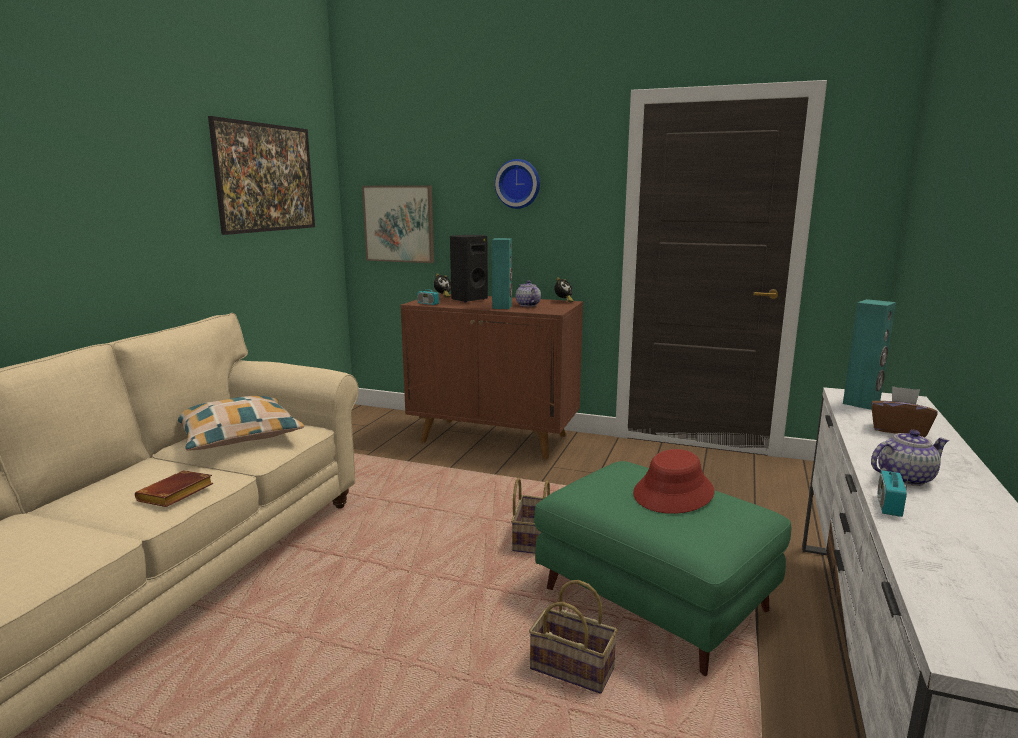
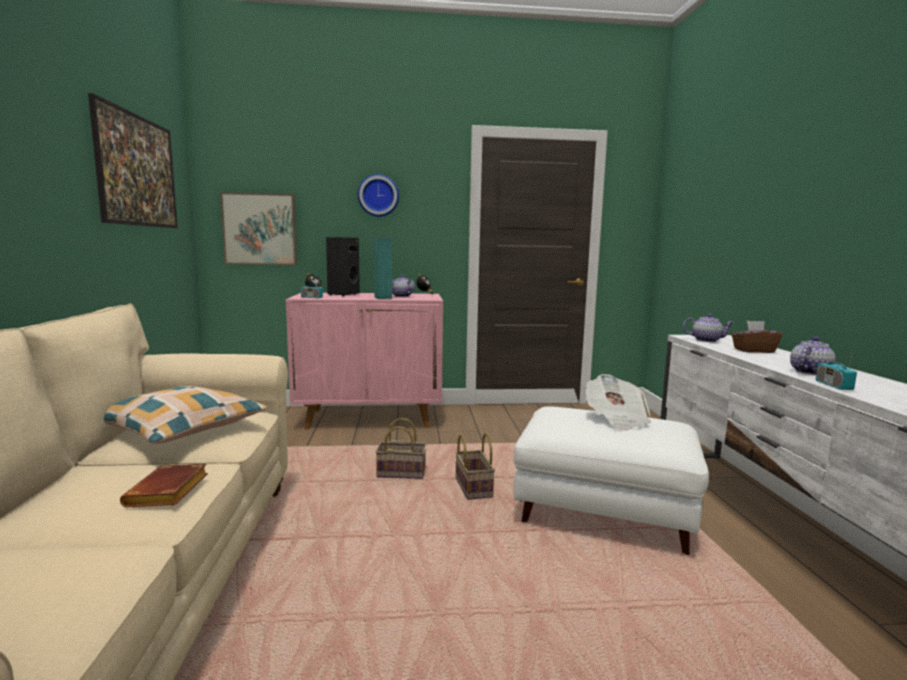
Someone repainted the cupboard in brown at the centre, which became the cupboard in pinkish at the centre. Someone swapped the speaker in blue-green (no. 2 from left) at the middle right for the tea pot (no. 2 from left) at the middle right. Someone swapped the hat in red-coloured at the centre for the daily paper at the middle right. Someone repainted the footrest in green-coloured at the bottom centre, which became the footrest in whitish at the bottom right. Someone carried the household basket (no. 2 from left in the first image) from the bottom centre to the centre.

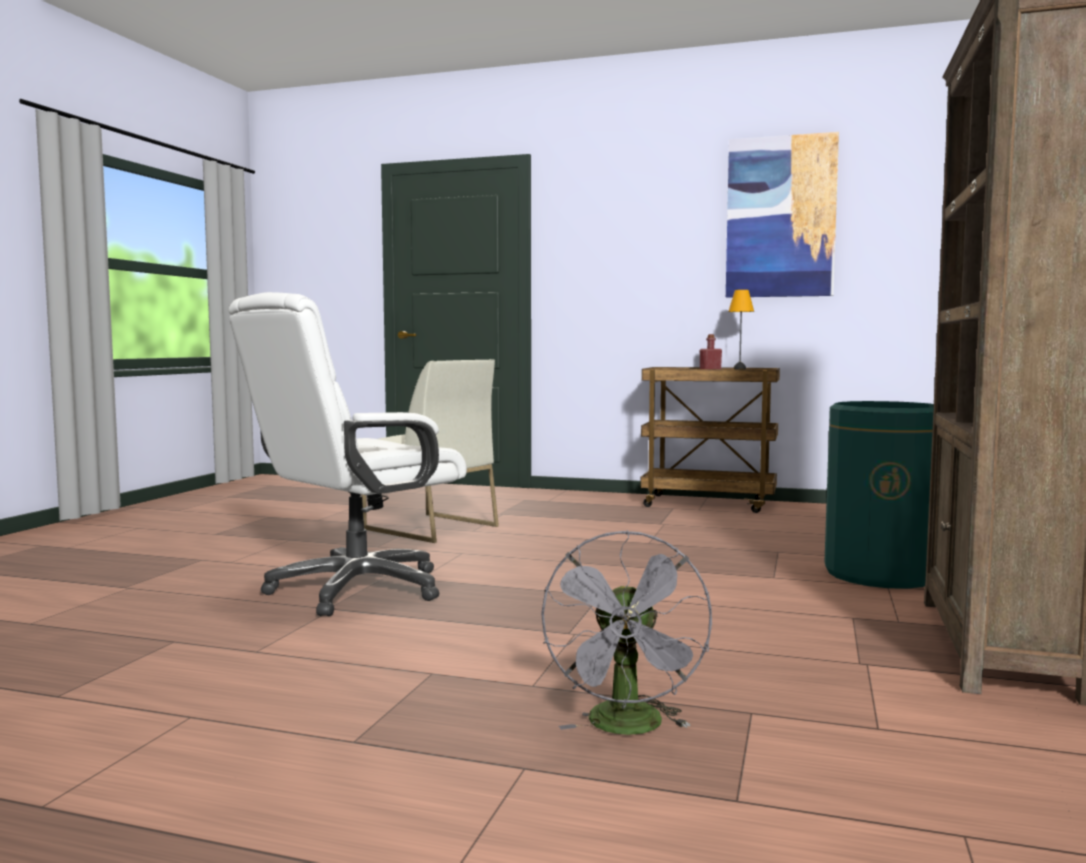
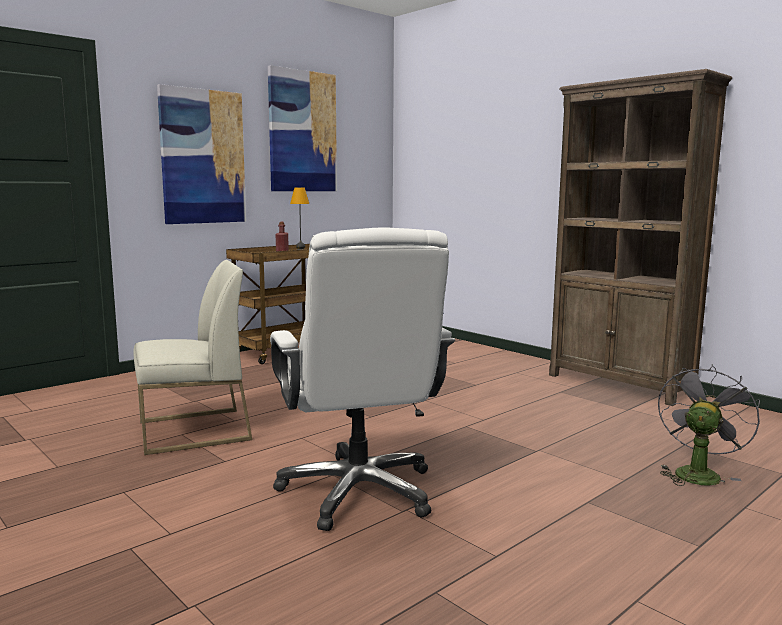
Someone took away the trash can in green-coloured at the middle right. Someone rotated the cooling fan in gray at the bottom centre by 90 degrees counterclockwise. Someone put up the picture (no. 1 from left) at the top left.

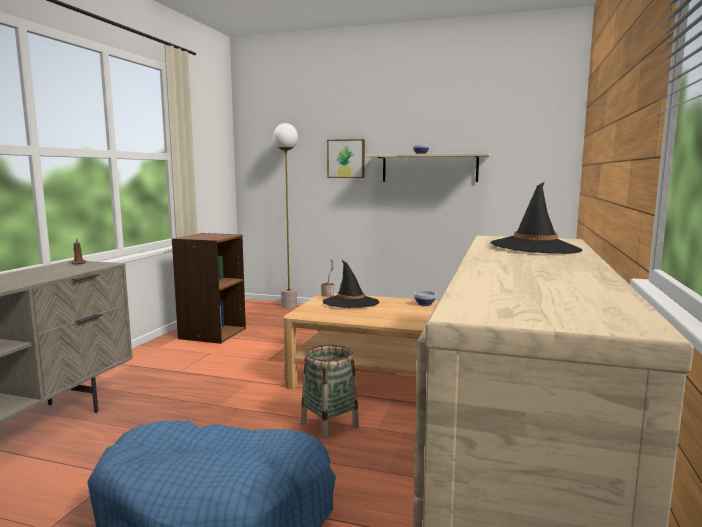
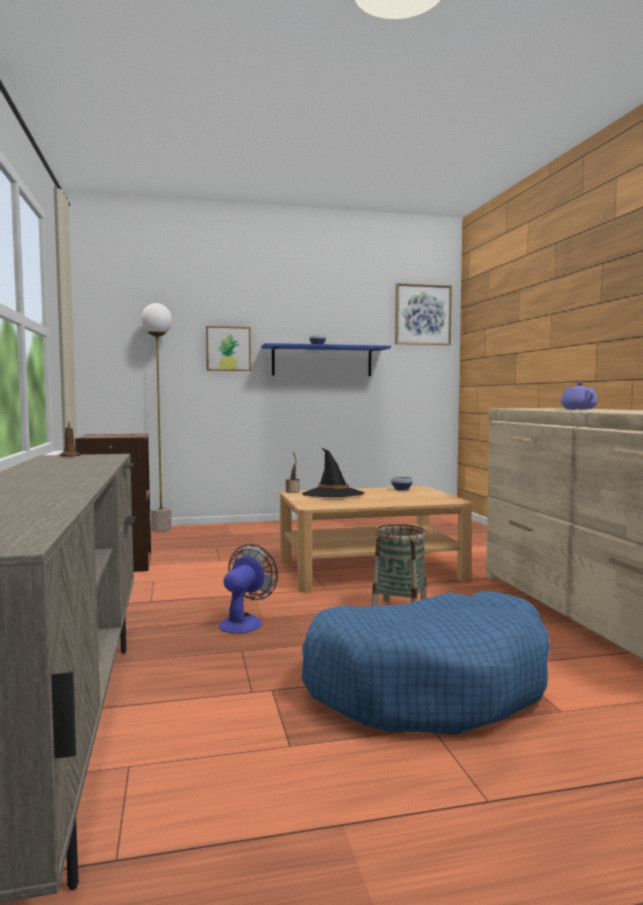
Someone repainted the wall shelf in beige-coloured at the top centre, which became the wall shelf in blue-coloured at the centre. Someone swapped the hat in blackish (no. 2 from left) at the middle right for the tea pot in purplish at the middle right. Someone put up the picture (no. 2 from left) at the centre. Someone put down the cooling fan at the centre.

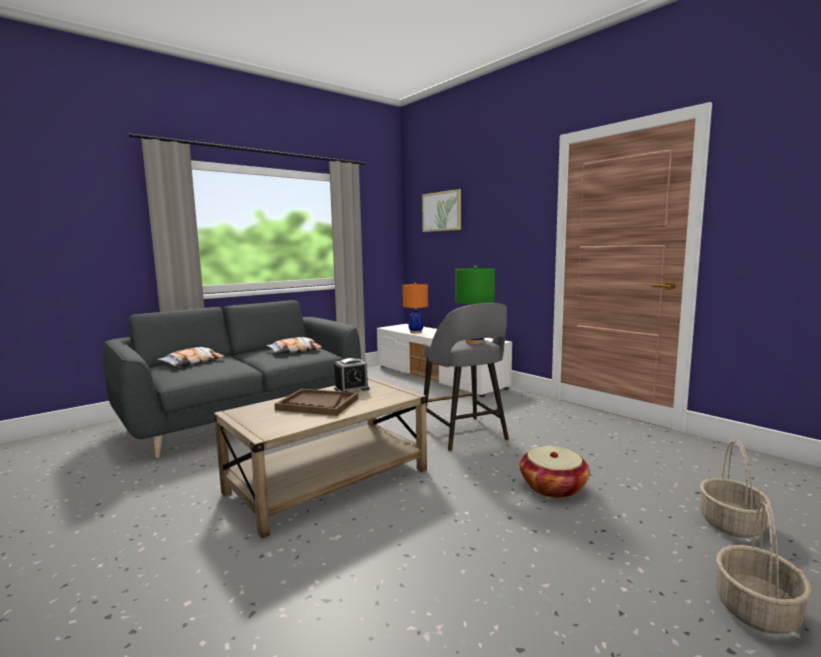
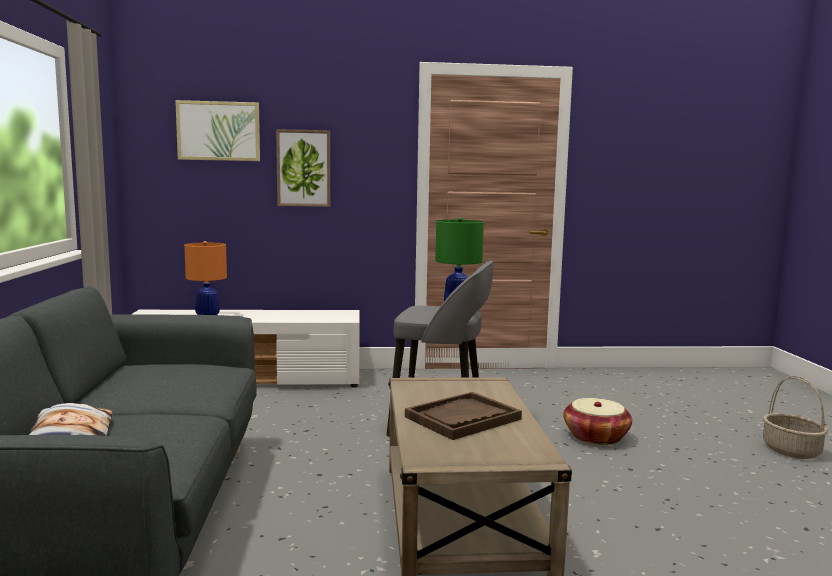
Someone took away the throw pillow (no. 2 from left) at the centre. Someone took away the table clock at the centre. Someone took away the household basket (no. 2 from left) at the bottom right. Someone put up the picture (no. 2 from left) at the top centre.

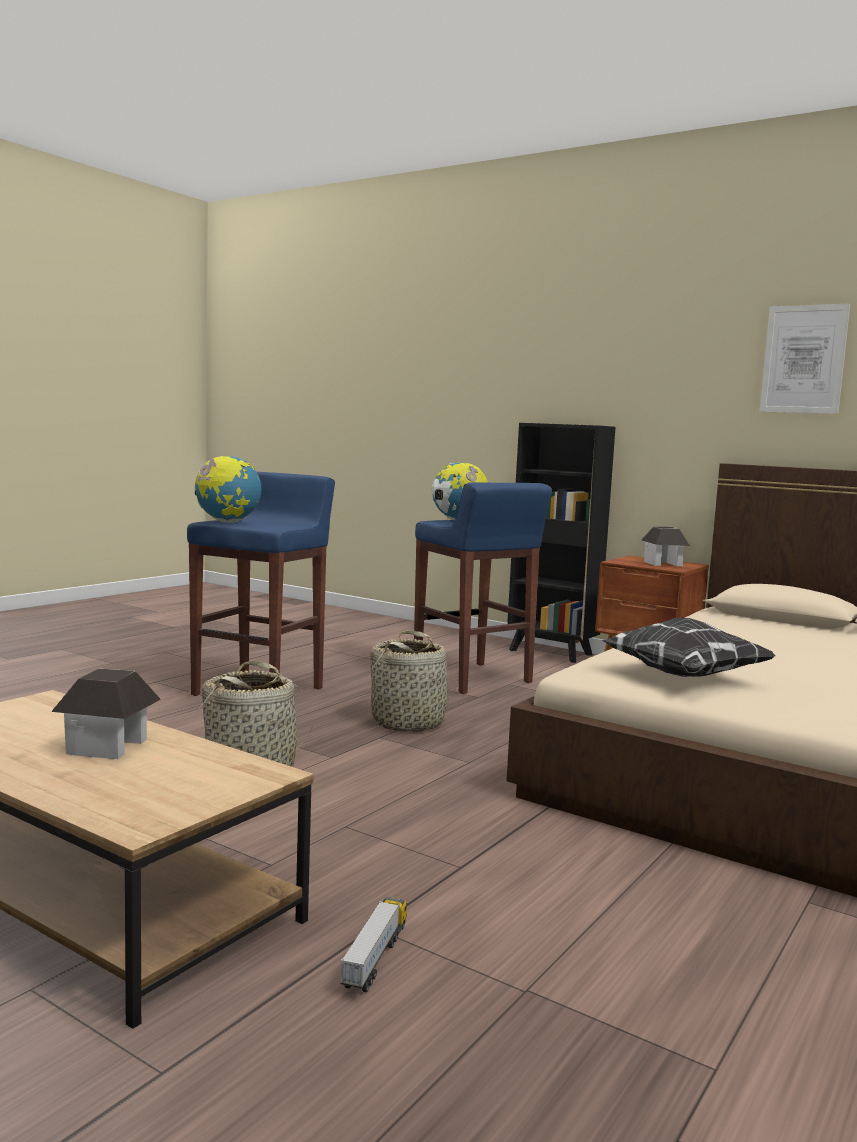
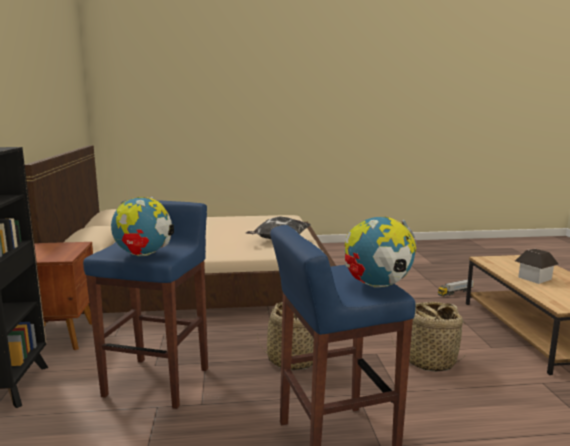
Someone took away the picture at the top right. Someone took away the model house (no. 2 from left) at the middle right.

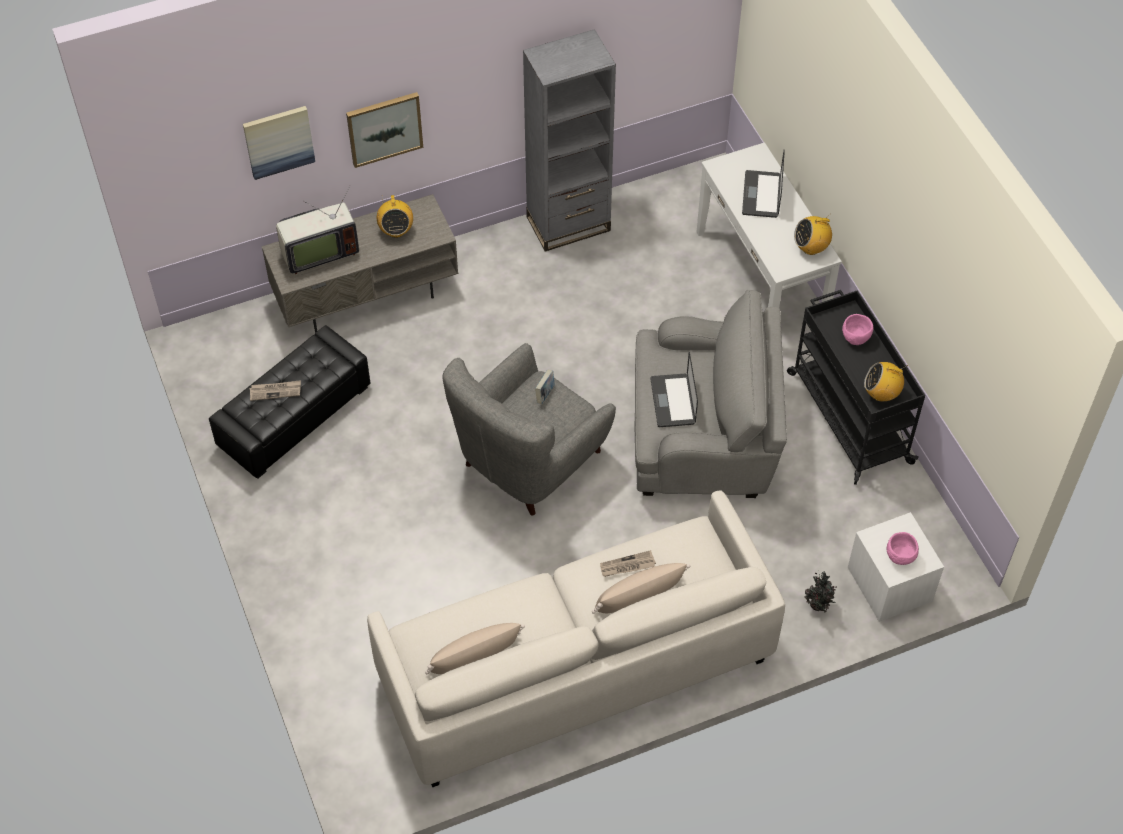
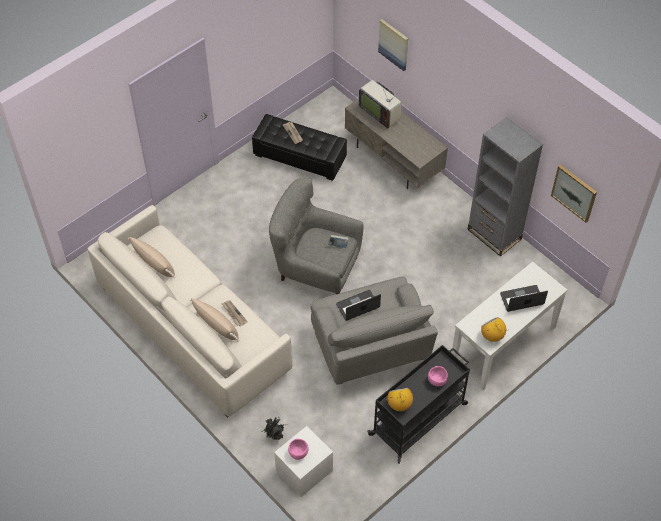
Someone carried the picture (no. 2 from left) from the top centre to the middle right. Someone took away the radio set (no. 1 from left) at the top centre.

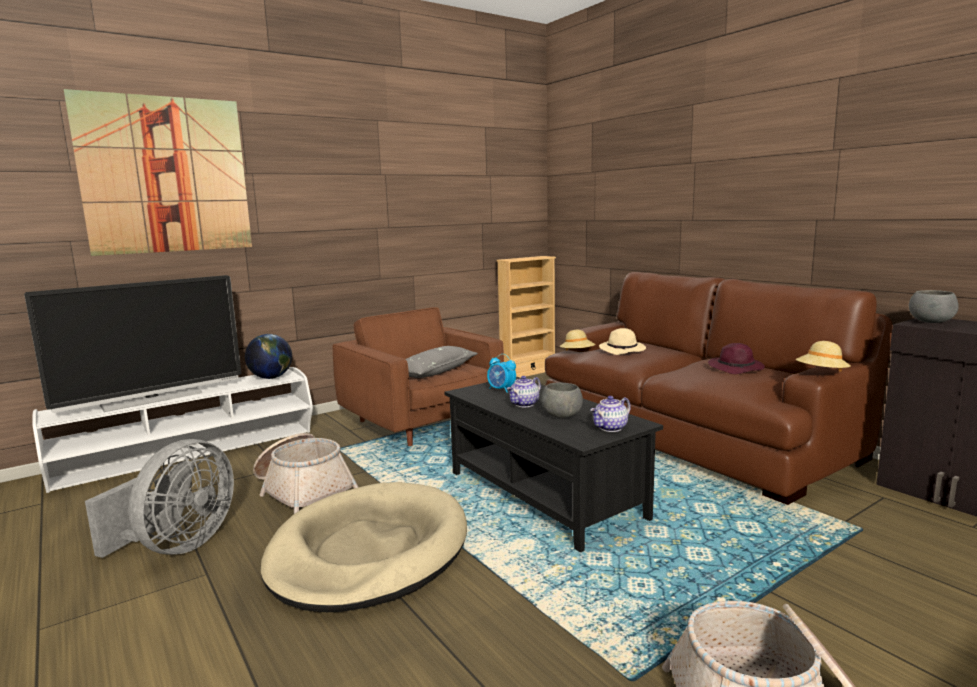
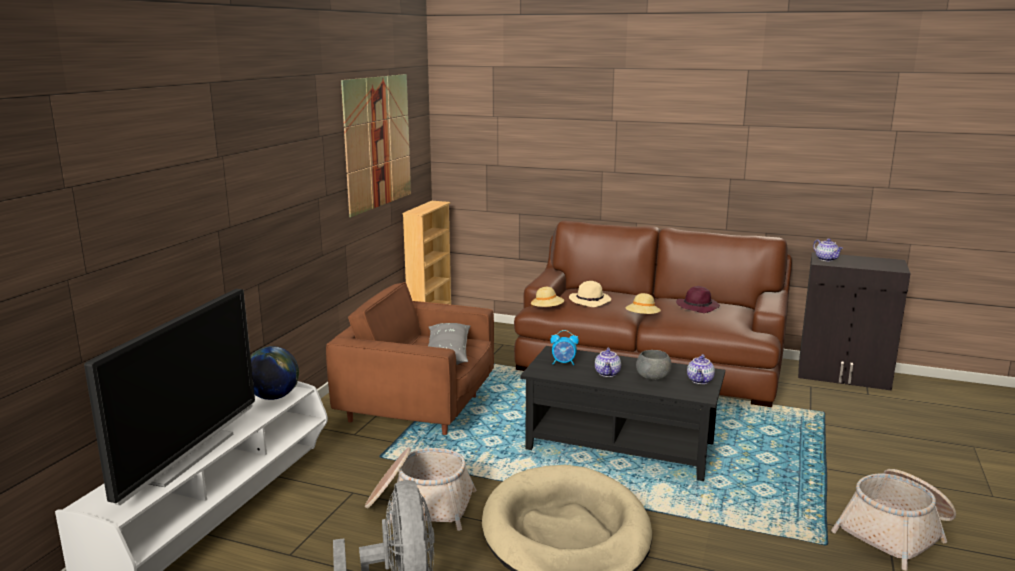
Someone carried the picture from the top left to the top centre. Someone swapped the deep dish in gray (no. 2 from left) at the middle right for the tea pot (no. 3 from left) at the middle right. Someone carried the hat in beige-coloured (no. 3 from left) from the middle right to the centre.

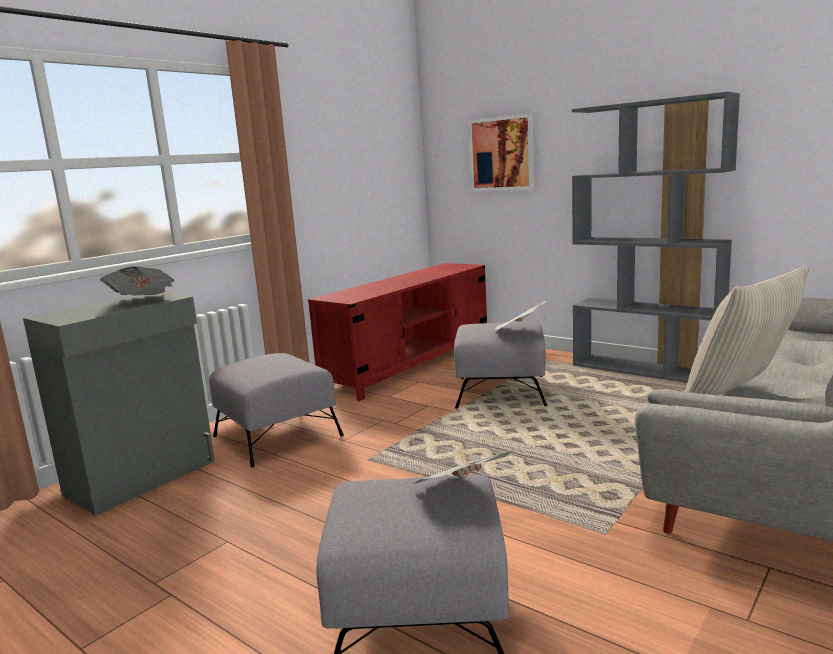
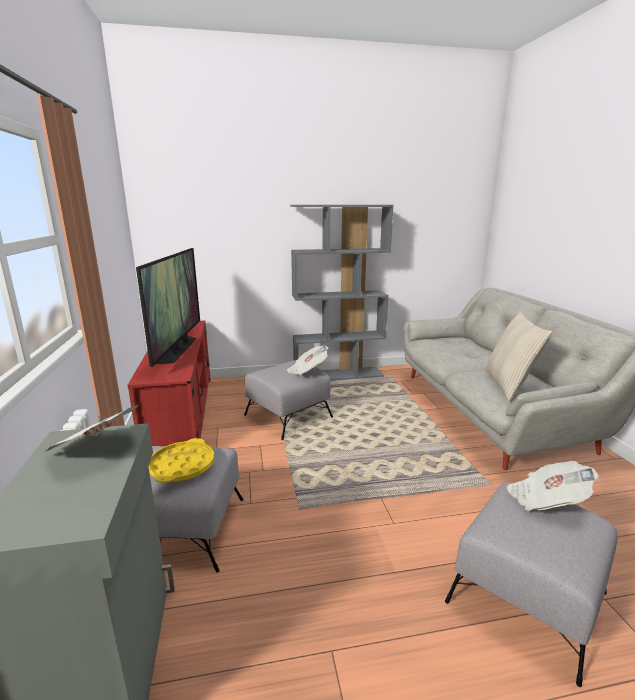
Someone took away the picture at the top centre. Someone put down the TV set at the middle left. Someone put down the tray in yellowish at the middle left.

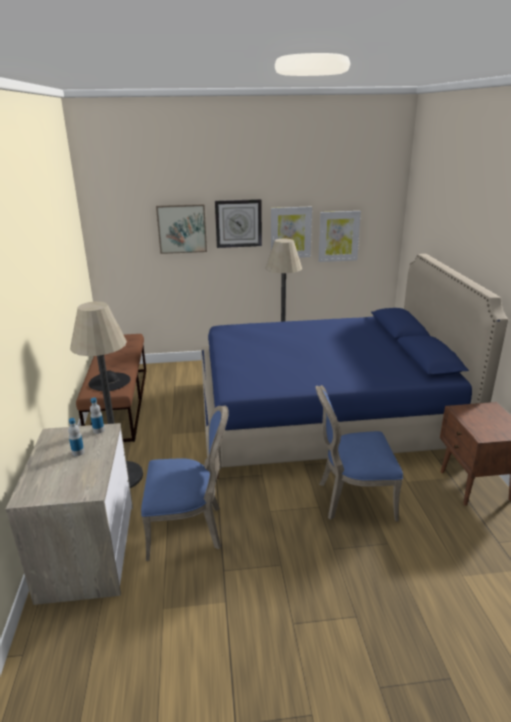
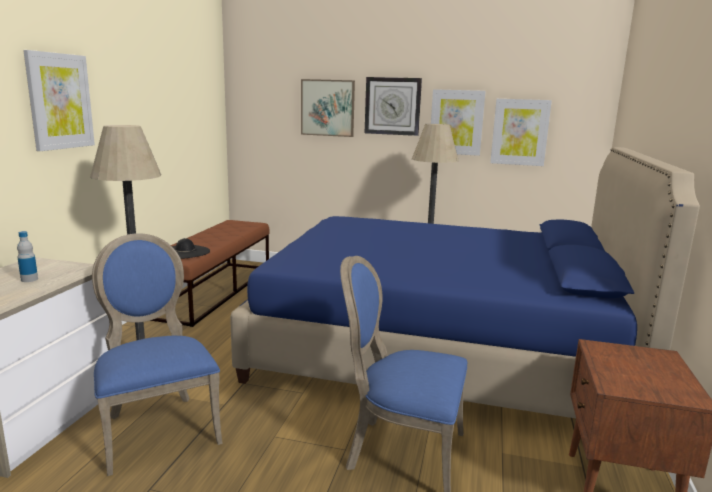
Someone took away the beverage bottle (no. 2 from left) at the middle left. Someone rotated the plain chair in blue-coloured (no. 1 from left) at the bottom centre by 135 degrees counterclockwise. Someone put up the picture (no. 1 from left) at the top left.

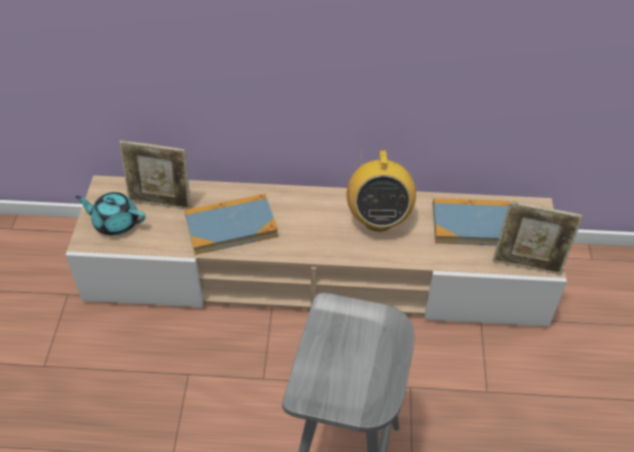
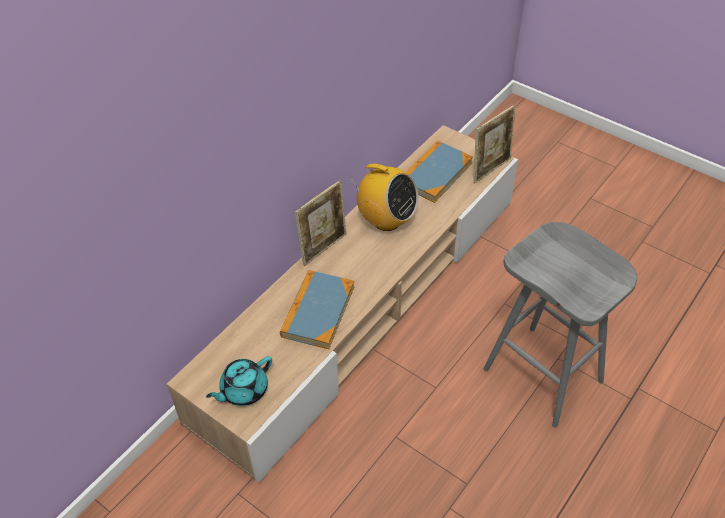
Someone carried the photo frame (no. 1 from left) from the middle left to the centre.

